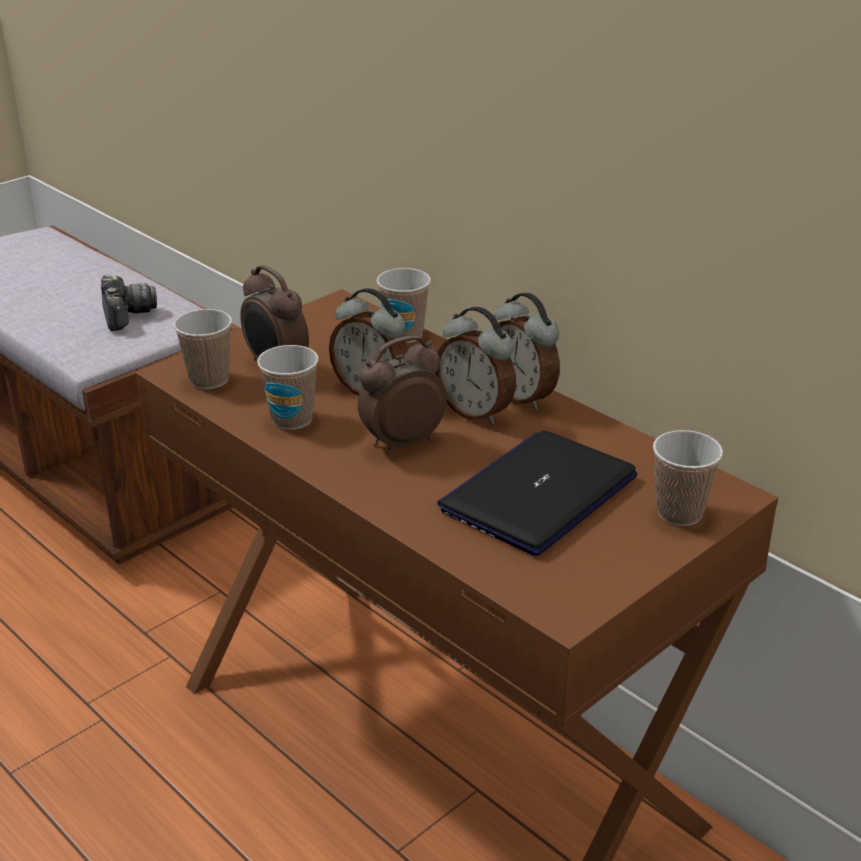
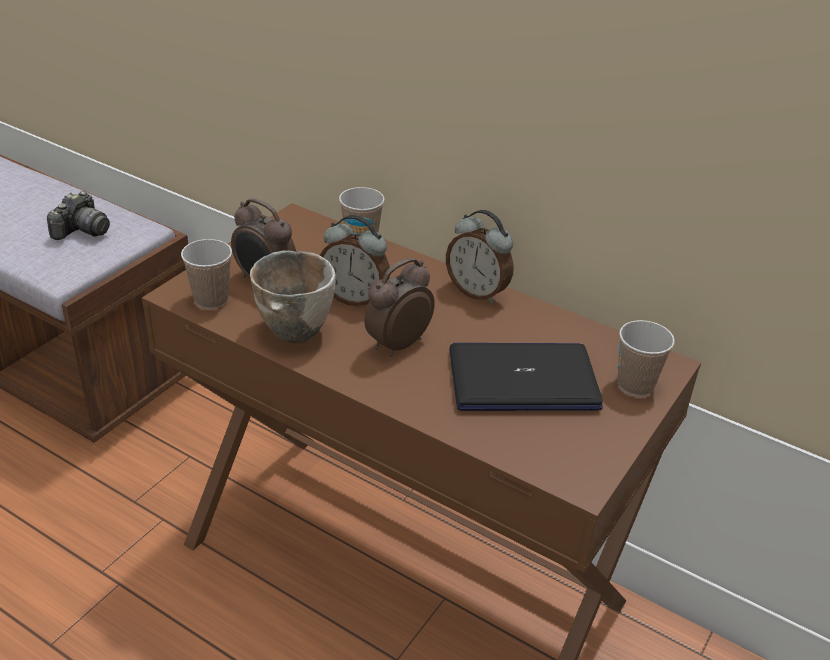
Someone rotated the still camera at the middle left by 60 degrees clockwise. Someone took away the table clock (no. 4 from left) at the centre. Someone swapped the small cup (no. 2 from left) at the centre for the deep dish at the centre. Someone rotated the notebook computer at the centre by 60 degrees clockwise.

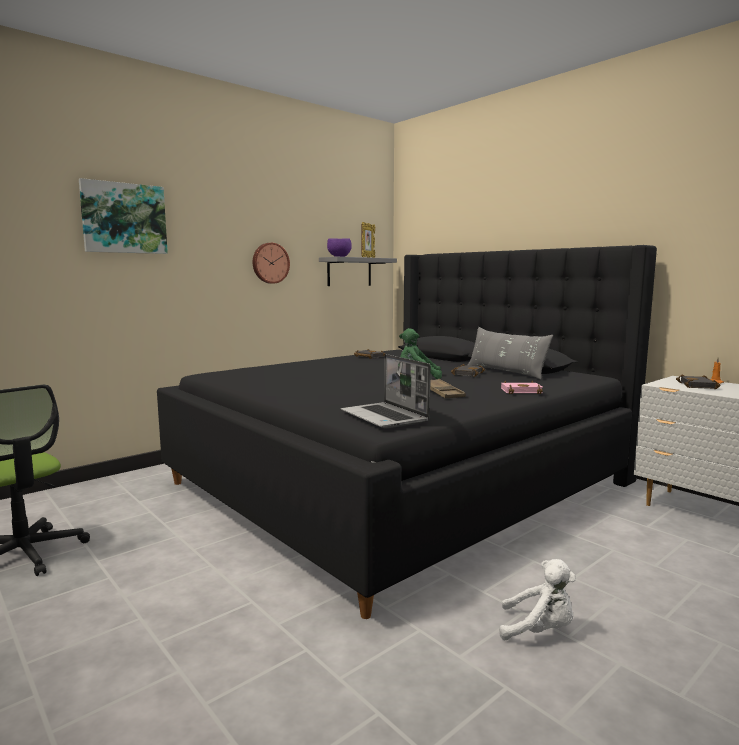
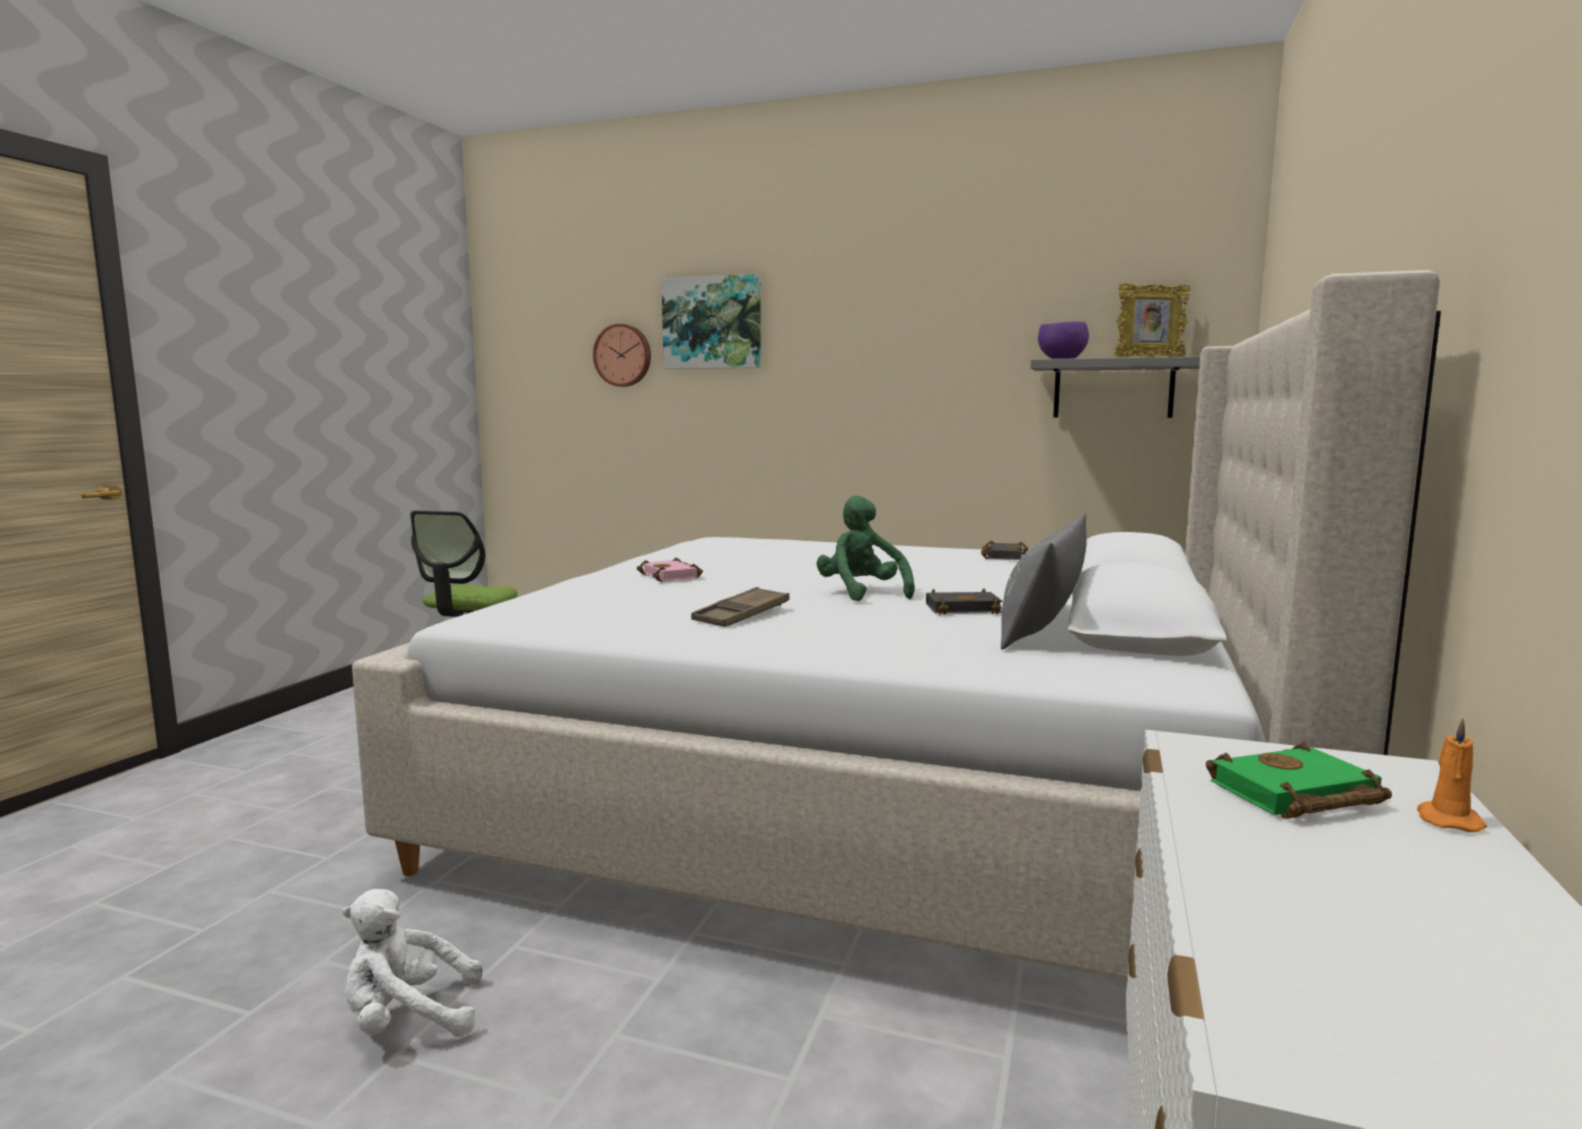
Someone carried the wall clock from the centre to the top centre. Someone repainted the sleeping bed in blackish at the centre, which became the sleeping bed in beige-coloured at the centre. Someone took away the notebook computer at the centre. Someone repainted the volume in blackish (no. 3 from left) at the middle right, which became the volume in green-coloured at the bottom right. Someone carried the volume in pinkish from the middle right to the centre. Someone rotated the cuddly toy in whitish at the bottom right by 90 degrees clockwise.

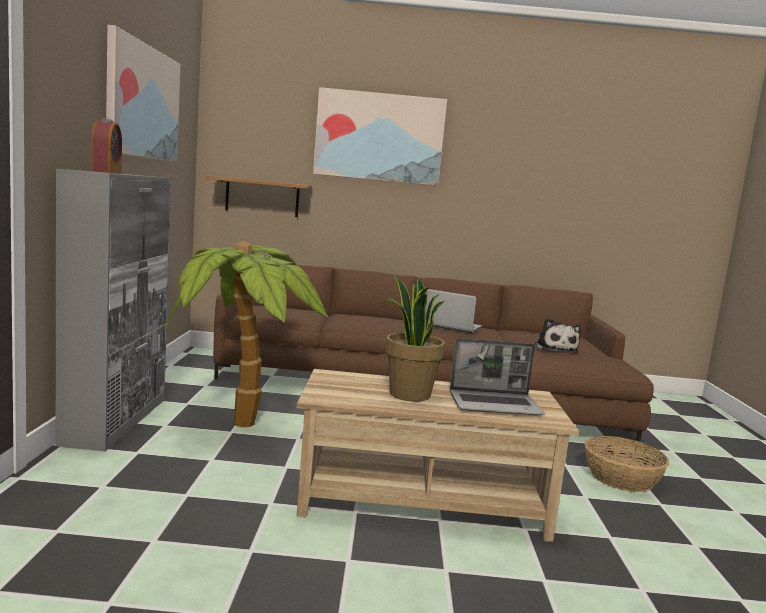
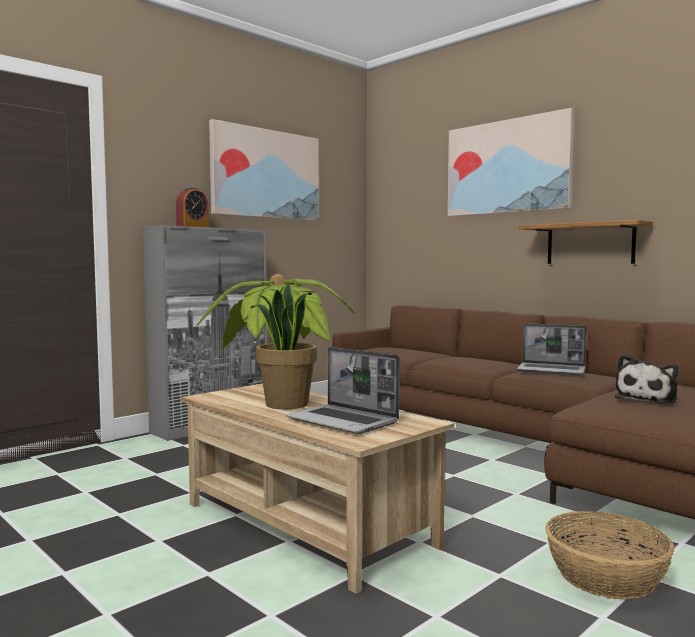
Someone carried the wall shelf from the top centre to the middle right. Someone rotated the notebook computer (no. 1 from left in the first image) at the centre by 135 degrees clockwise.

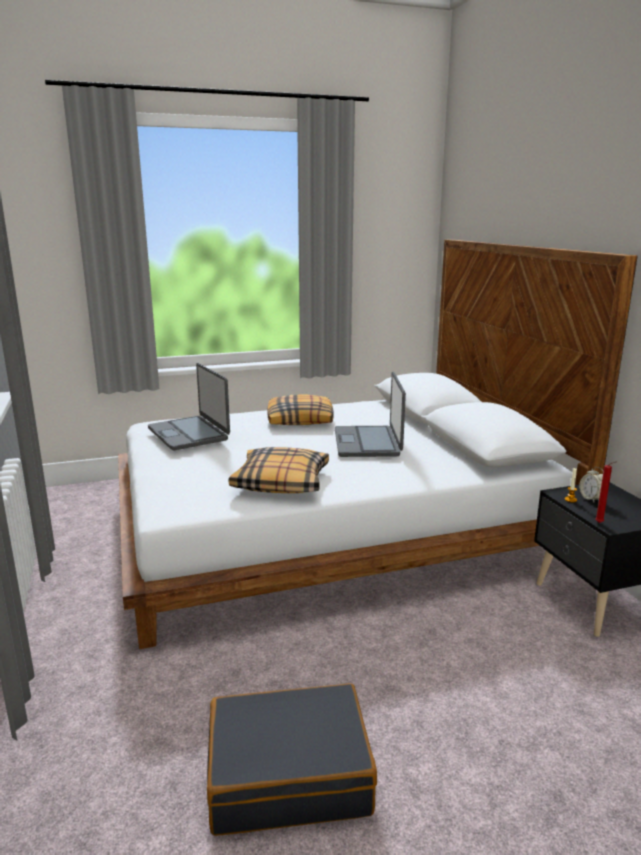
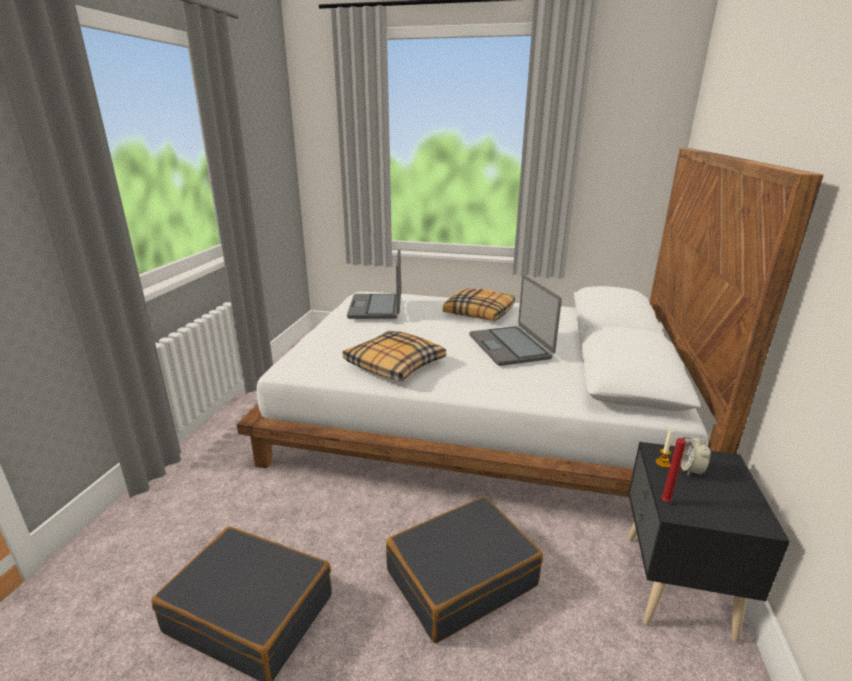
Someone rotated the notebook computer (no. 2 from left) at the centre by 45 degrees counterclockwise. Someone put down the suitcase in blackish (no. 2 from left) at the bottom centre.

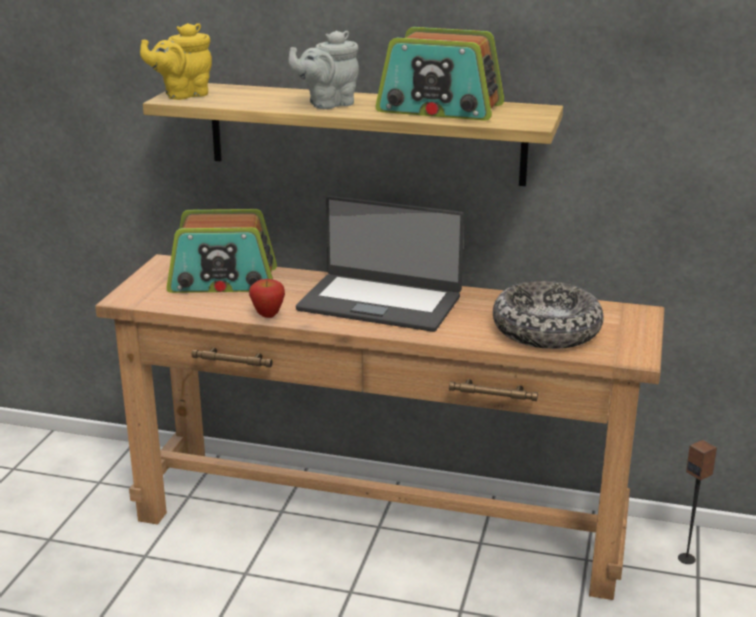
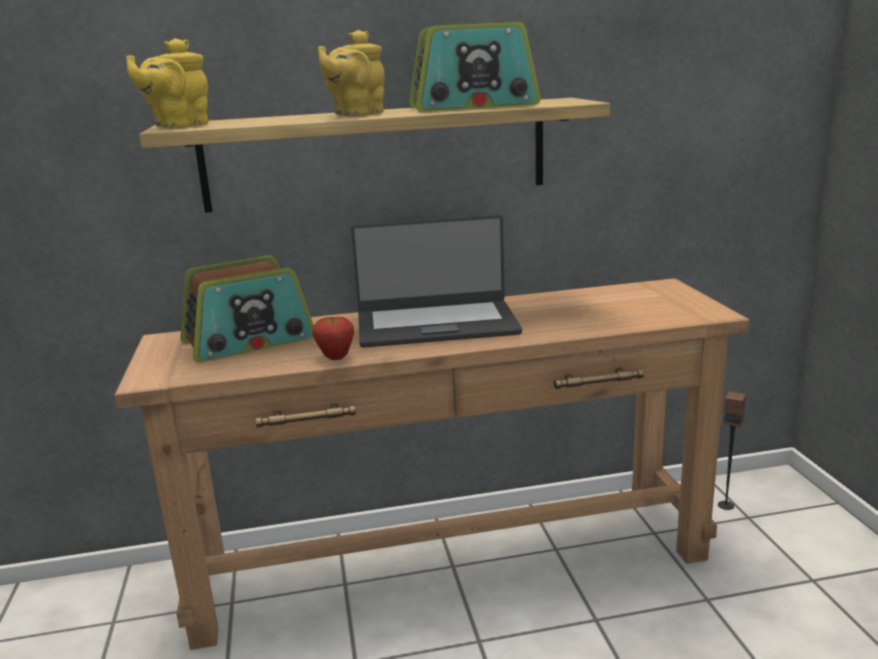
Someone repainted the tea pot in gray at the top centre, which became the tea pot in yellowish (no. 2 from left) at the top centre. Someone took away the deep dish at the middle right.

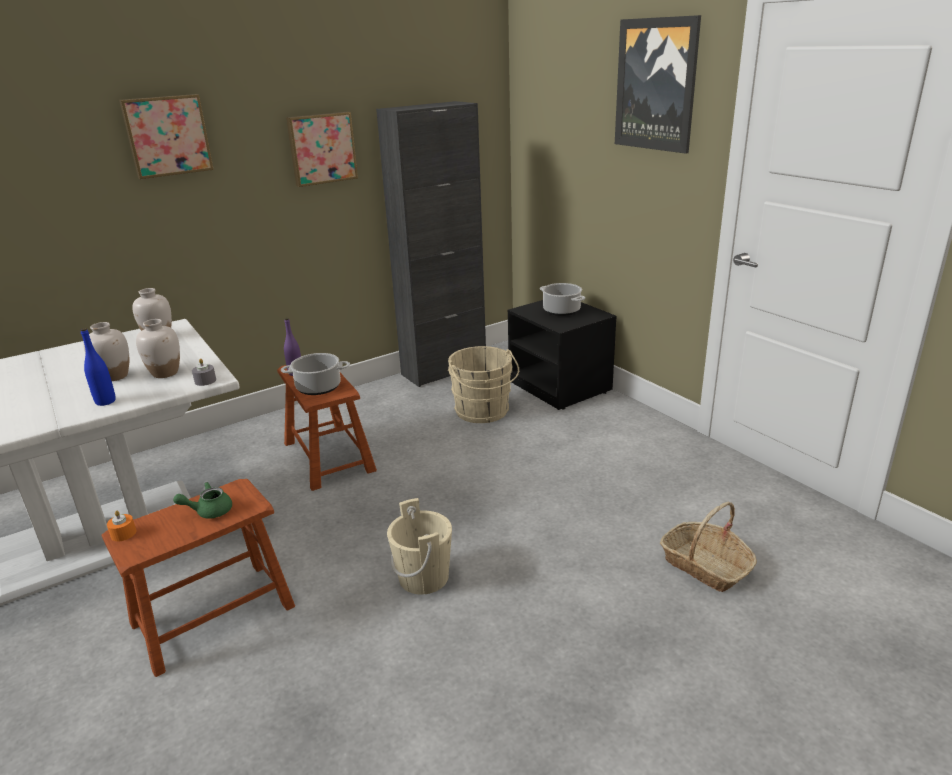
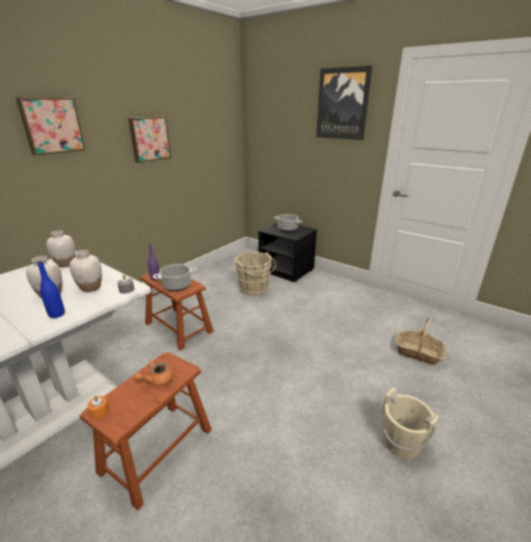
Someone took away the cupboard in blackish at the top centre. Someone repainted the tea pot in green-coloured at the middle left, which became the tea pot in orangey at the bottom left. Someone carried the bucket in beige-coloured (no. 1 from left in the first image) from the bottom centre to the bottom right.

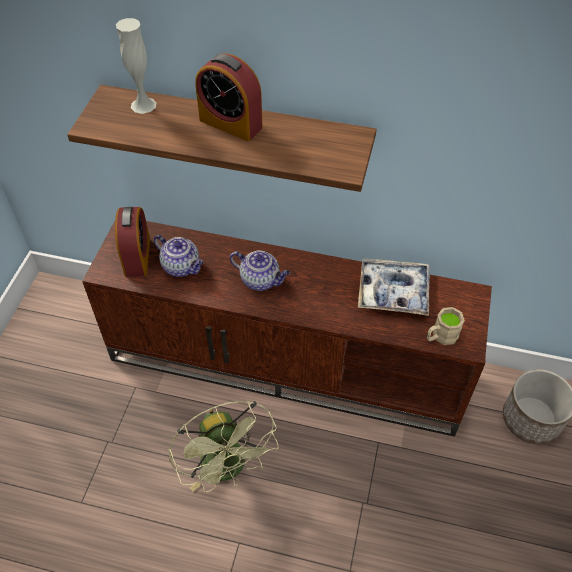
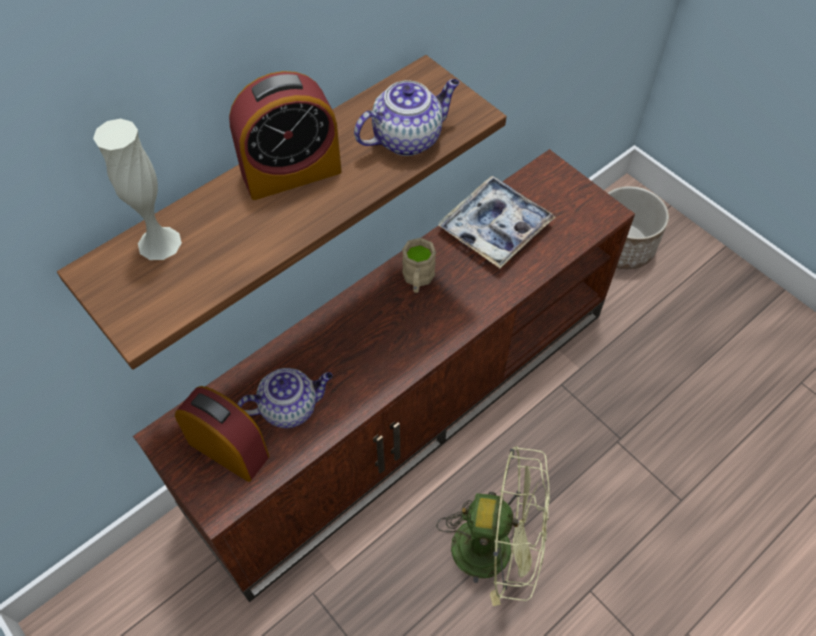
Someone carried the tea pot (no. 2 from left) from the centre to the top centre. Someone carried the mug in beige-coloured from the middle right to the centre.

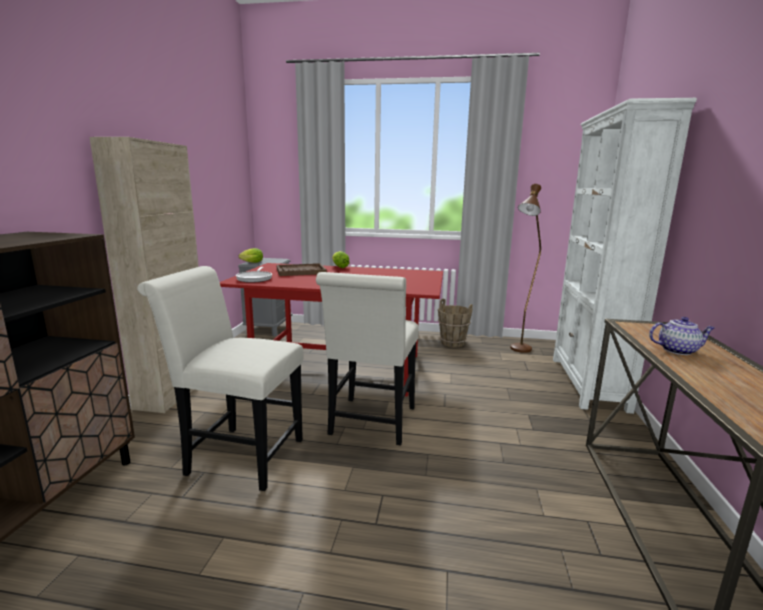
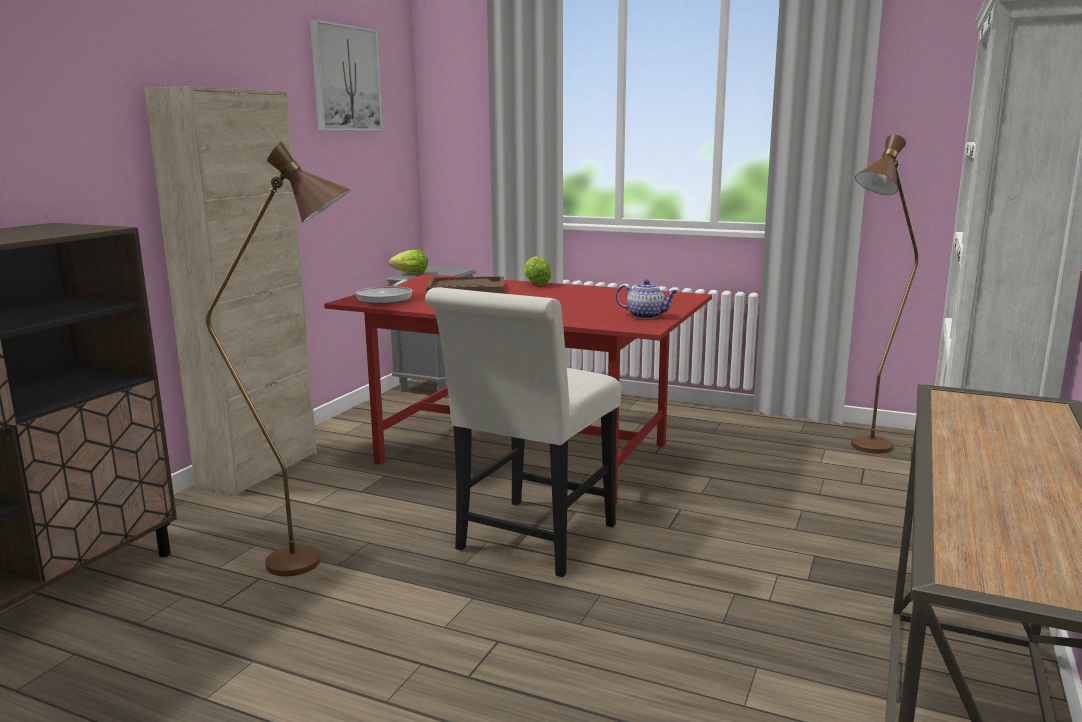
Someone swapped the plain chair in whitish (no. 1 from left) at the middle left for the standard lamp in brown (no. 1 from left) at the middle left. Someone took away the bucket in brown at the centre. Someone carried the tea pot from the middle right to the centre. Someone put up the picture at the top left.

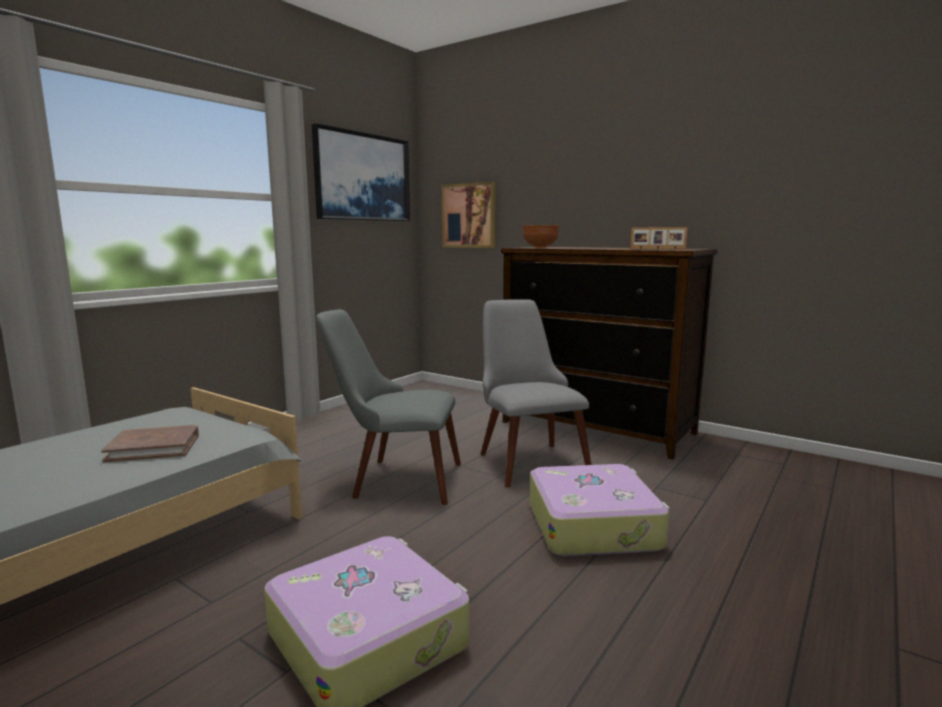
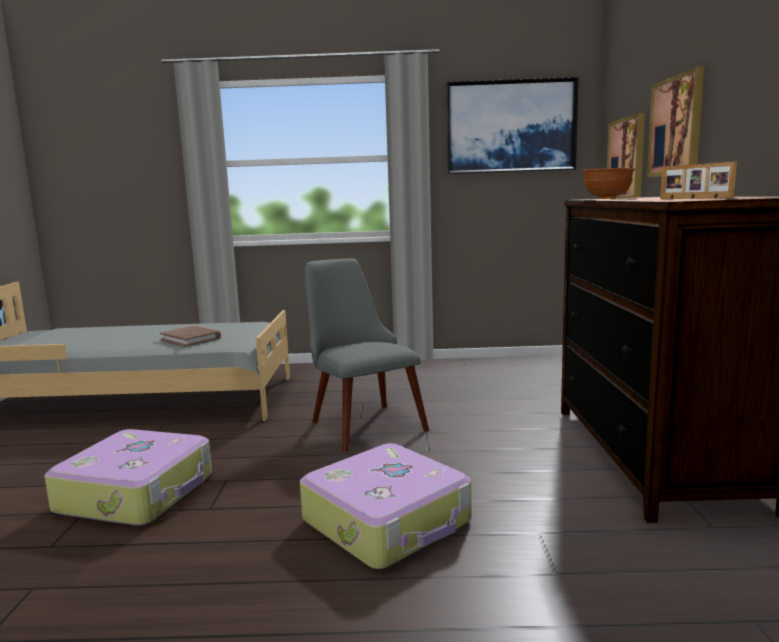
Someone took away the plain chair in gray (no. 2 from left) at the centre. Someone put up the picture (no. 3 from left) at the top right.

